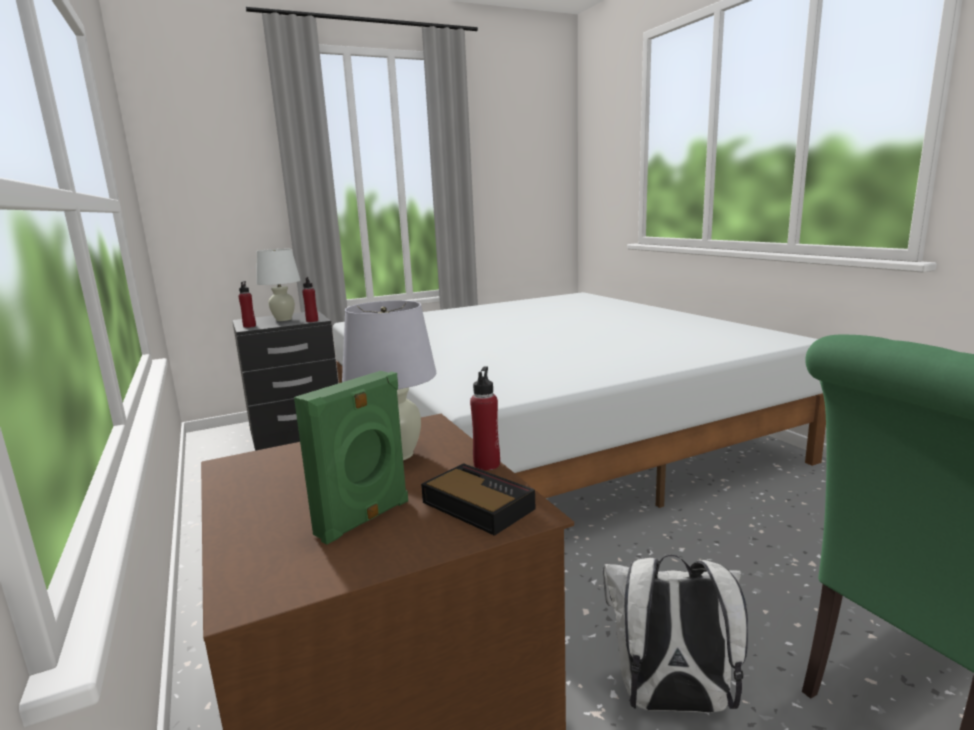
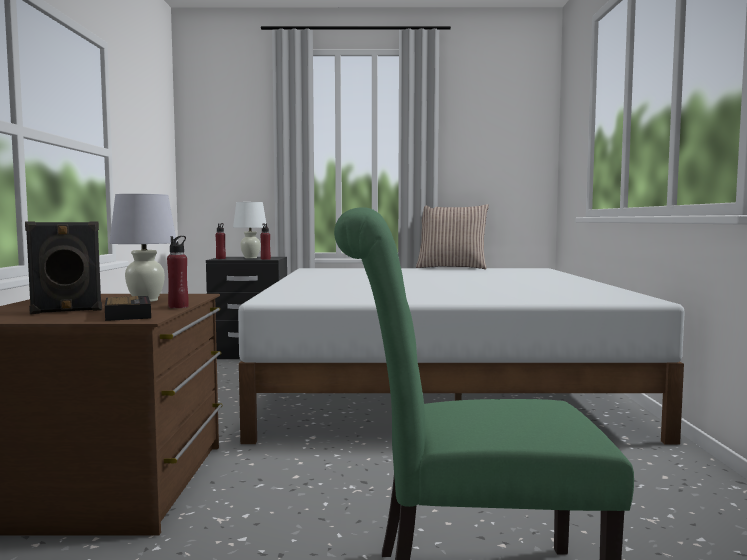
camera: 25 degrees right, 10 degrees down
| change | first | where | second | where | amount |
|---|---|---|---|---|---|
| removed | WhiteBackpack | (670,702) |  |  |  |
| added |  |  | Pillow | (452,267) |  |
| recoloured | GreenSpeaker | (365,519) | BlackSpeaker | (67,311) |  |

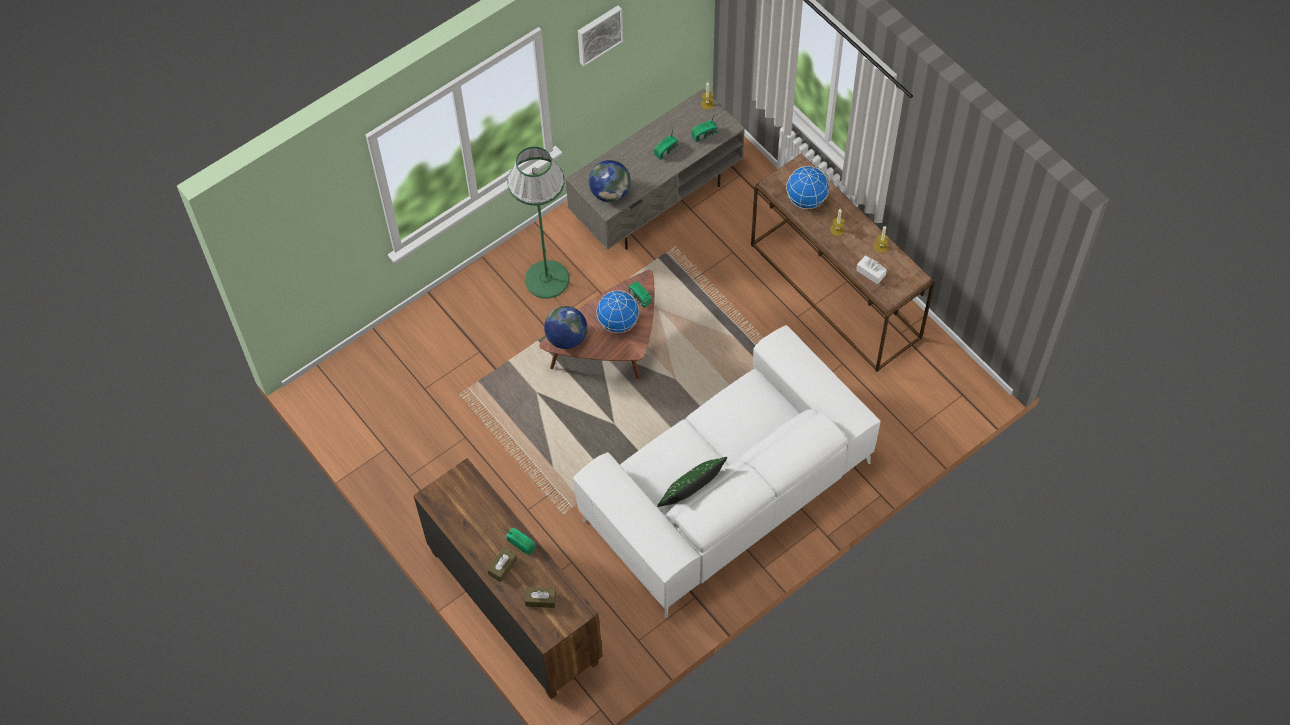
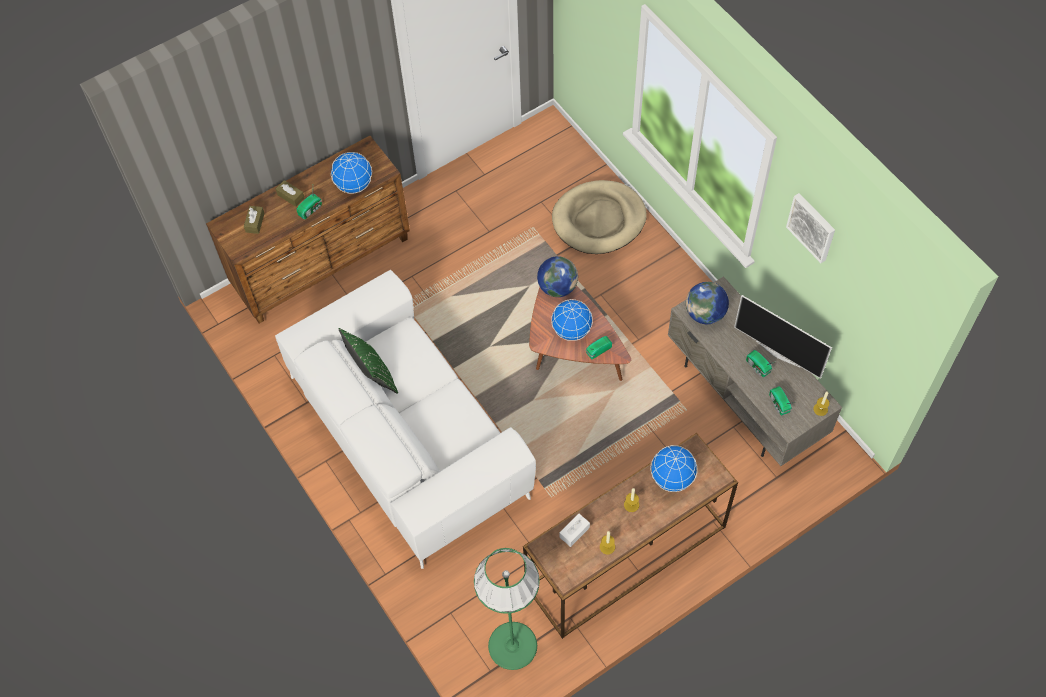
camera: 95 degrees right, 0 degrees up
| change | first | where | second | where | amount |
|---|---|---|---|---|---|
| added |  |  | Globe | (353,184) |  |
| added |  |  | BeigeDogBed | (599,220) |  |
| added |  |  | Television | (778,353) |  |
| moved | GreenFloorLamp | (546,279) |  | (513,645) |  |

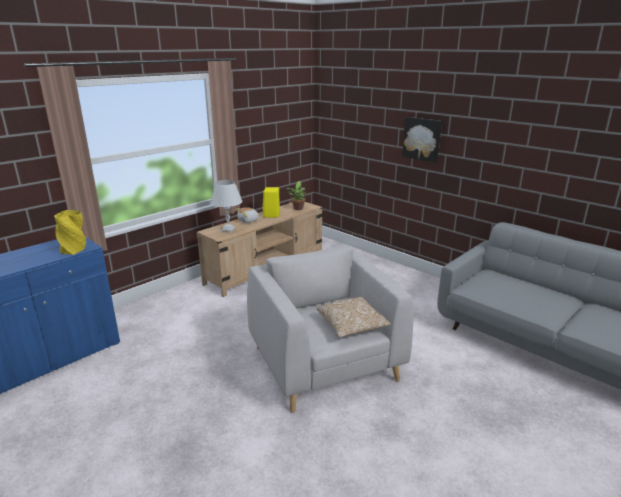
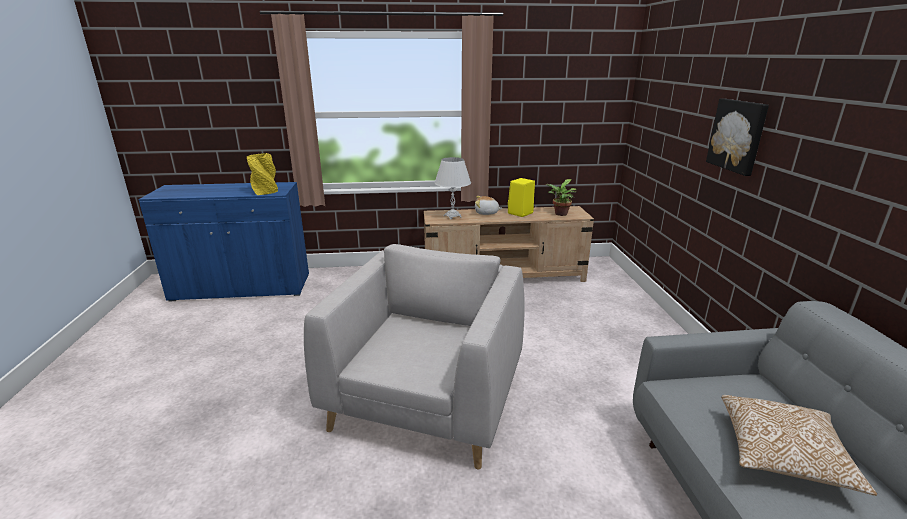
camera: 40 degrees right, 0 degrees up
| change | first | where | second | where | amount |
|---|---|---|---|---|---|
| moved | Pillow | (352,326) |  | (782,455) |  |

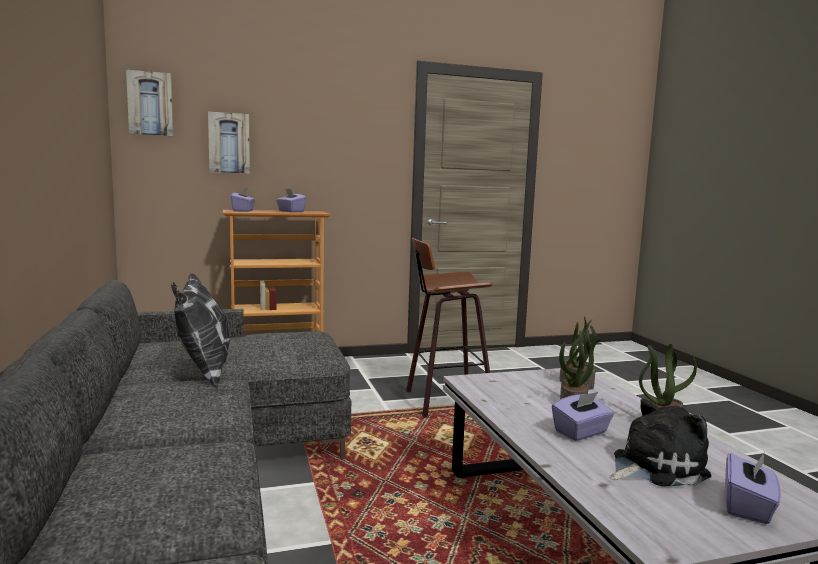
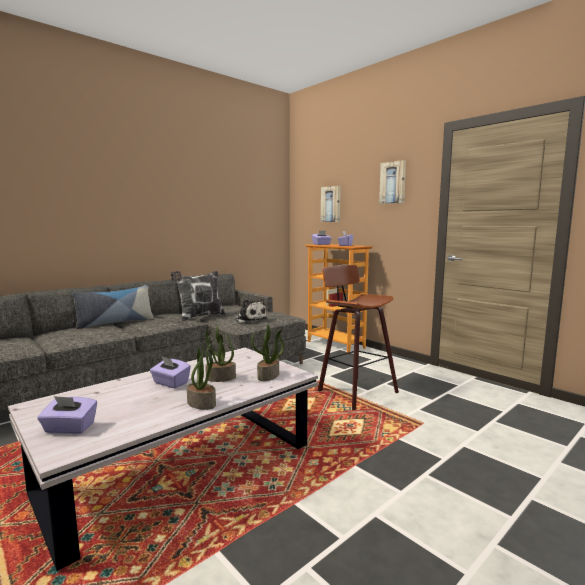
camera: 65 degrees right, 0 degrees up
| change | first | where | second | where | amount |
|---|---|---|---|---|---|
| added |  |  | Pillow | (115,322) |  |
| moved | Picture | (150,104) |  | (393,183) |  |
| moved | PlushToy | (654,467) |  | (250,319) |  |

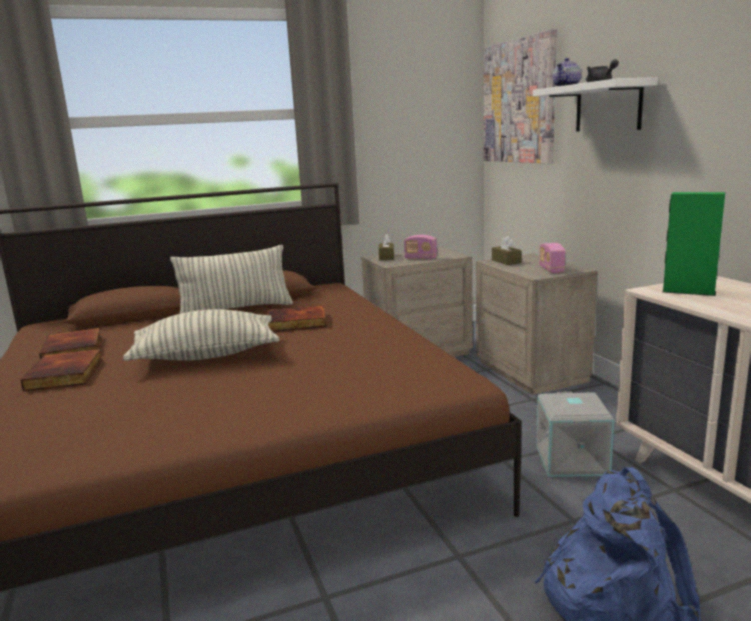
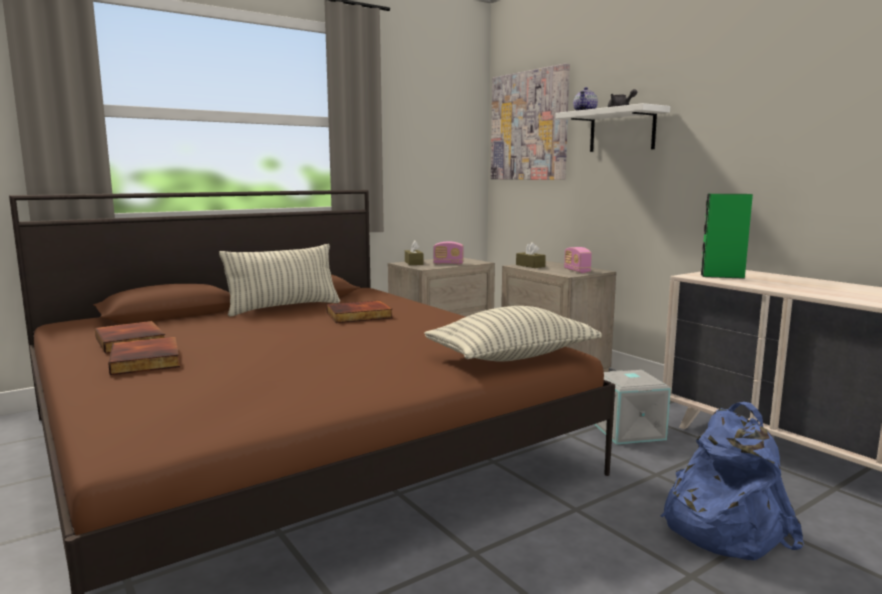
camera: 15 degrees left, 5 degrees down
| change | first | where | second | where | amount |
|---|---|---|---|---|---|
| moved | Pillow | (206,356) |  | (512,357) |  |

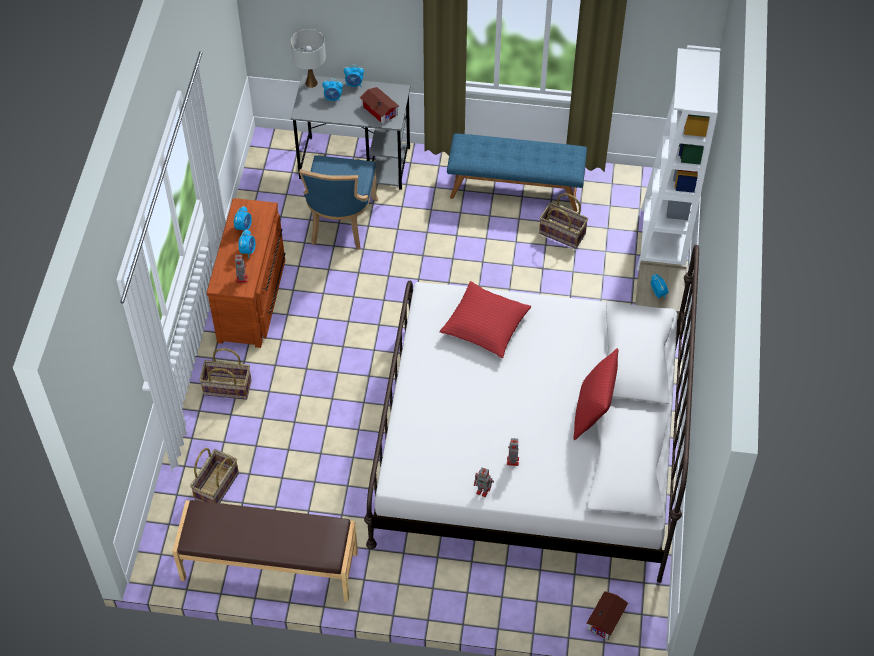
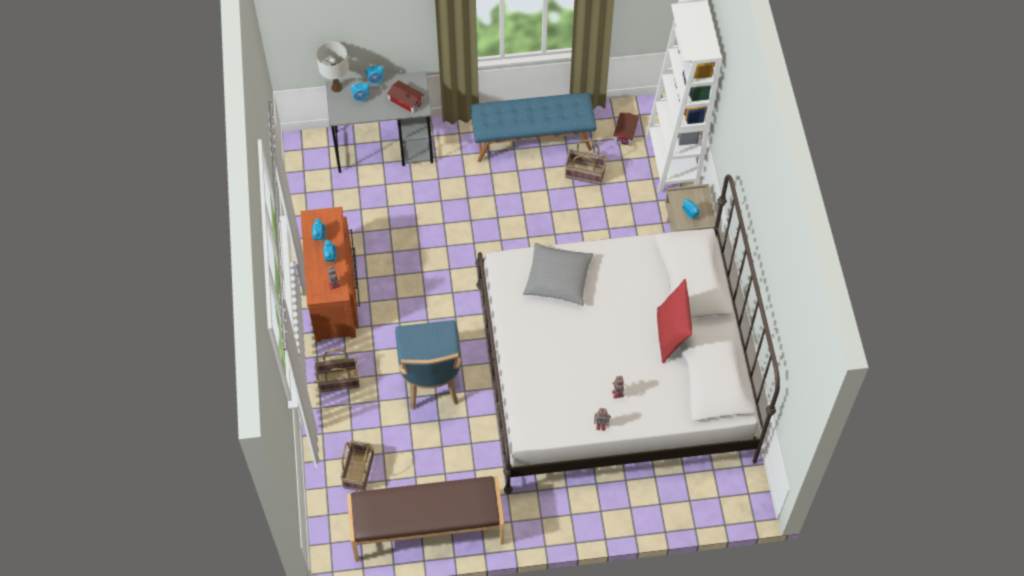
camera: 15 degrees left, 5 degrees up
| change | first | where | second | where | amount |
|---|---|---|---|---|---|
| moved | BlueChair | (340,223) |  | (431,380) |  |
| moved | ToyHouse | (607,618) |  | (626,132) |  |
| recoloured | RedPillow | (485,325) | GreyPillow | (558,278) |  |

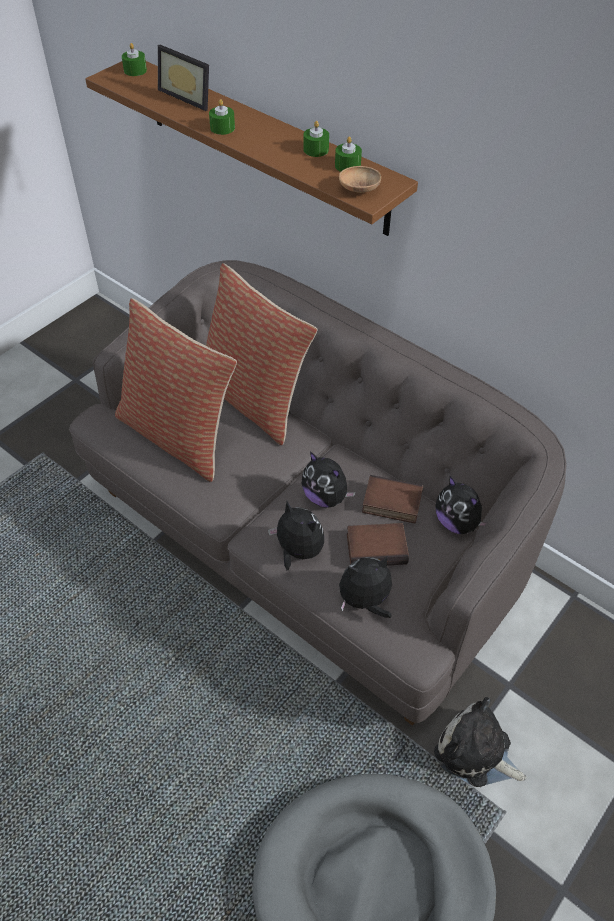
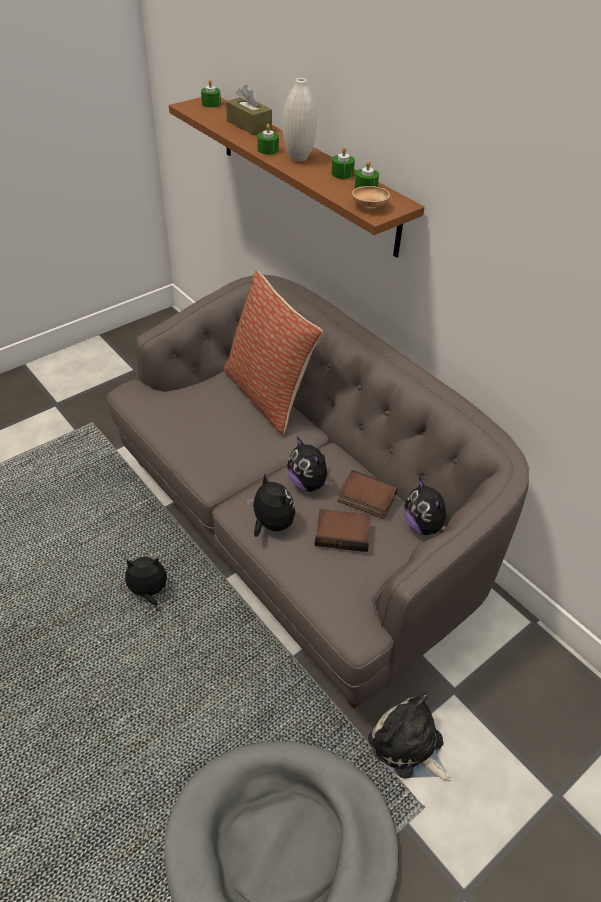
camera: 10 degrees right, 5 degrees down
| change | first | where | second | where | amount |
|---|---|---|---|---|---|
| removed | Pillow | (178,435) |  |  |  |
| added |  |  | WhiteVase | (298,158) |  |
| moved | PlushToy | (365,601) |  | (148,591) |  |
| replaced | PictureFrame | (189,96) | BrownTissueBox | (249,125) |  |

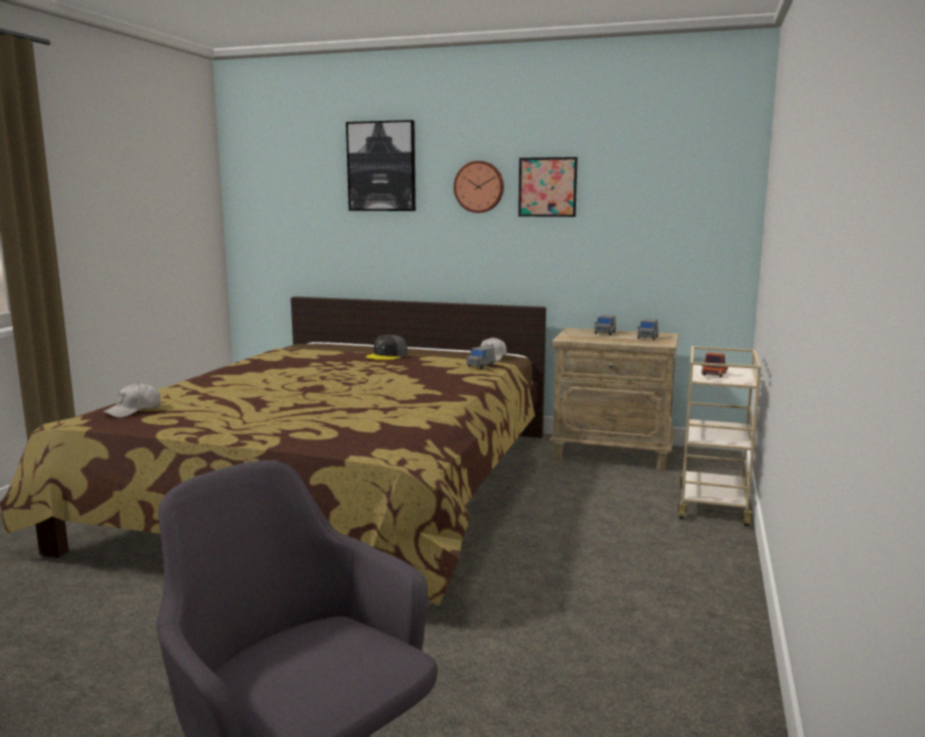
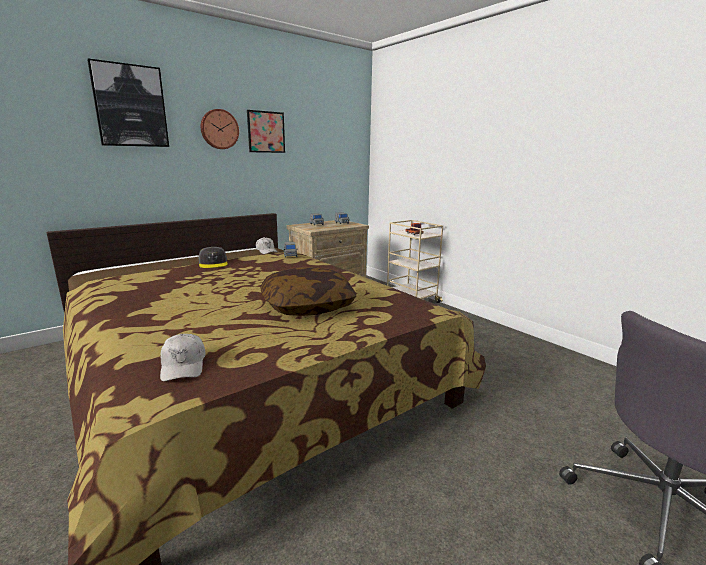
camera: 55 degrees left, 5 degrees up
| change | first | where | second | where | amount |
|---|---|---|---|---|---|
| added |  |  | Pillow | (307,306) |  |

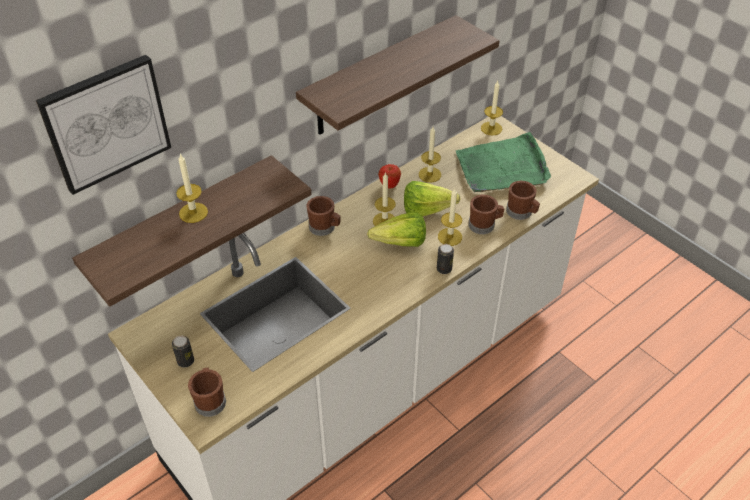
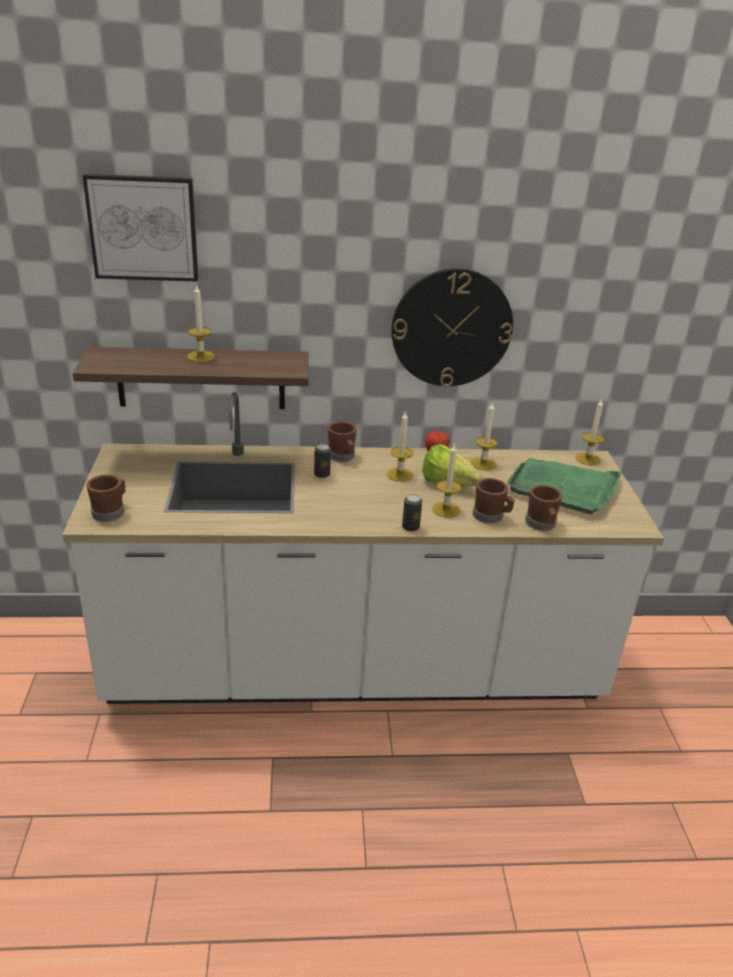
camera: 35 degrees right, 15 degrees down
| change | first | where | second | where | amount |
|---|---|---|---|---|---|
| removed | Lettuce | (395,243) |  |  |  |
| moved | Can | (185,361) |  | (322,474) |  |
| replaced | Shelf | (380,77) | WallClock | (451,328) |  |

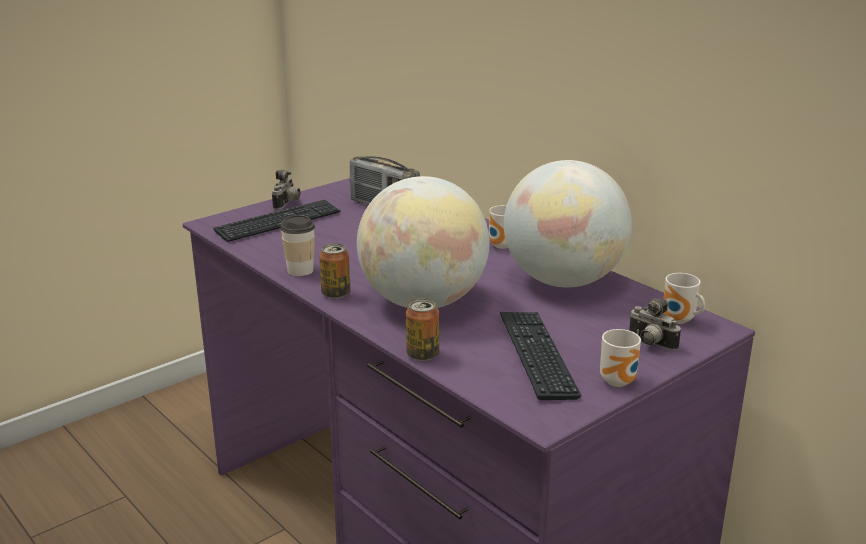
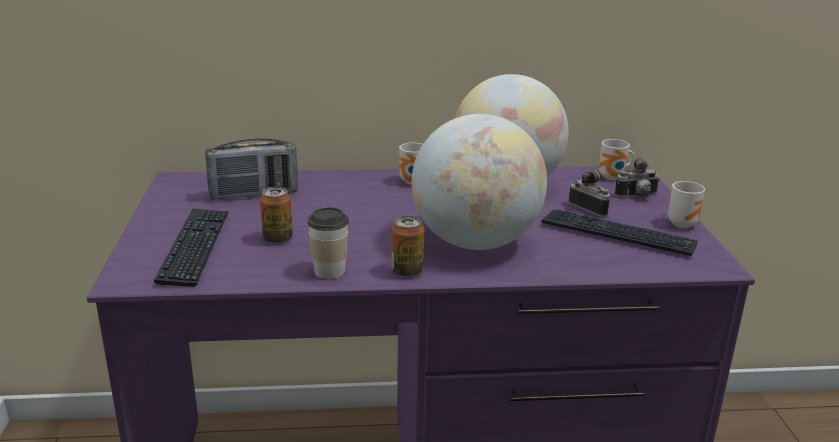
camera: 55 degrees left, 0 degrees up
| change | first | where | second | where | amount |
|---|---|---|---|---|---|
| moved | PhotoCamera | (287,204) |  | (590,208) |  |
| moved | Can | (422,355) |  | (277,239) |  |

